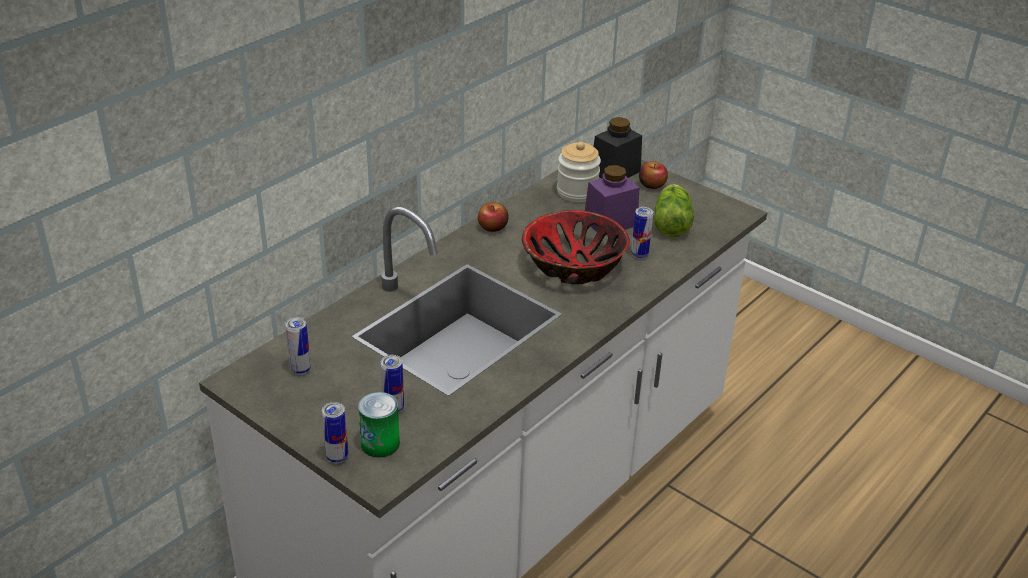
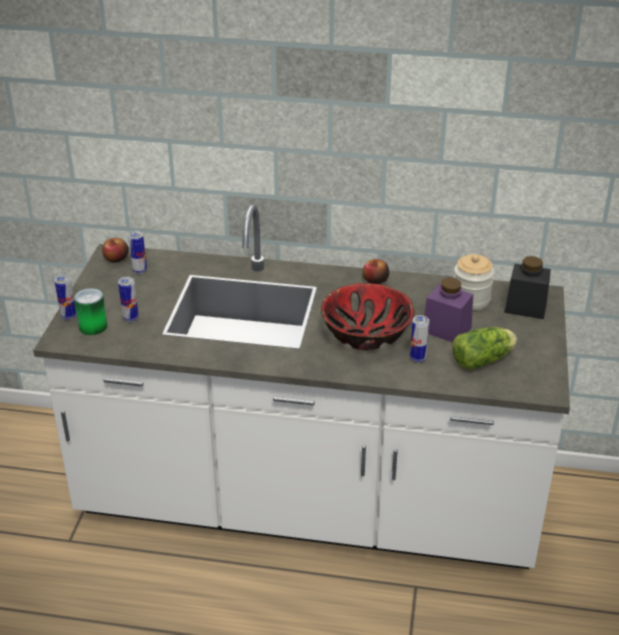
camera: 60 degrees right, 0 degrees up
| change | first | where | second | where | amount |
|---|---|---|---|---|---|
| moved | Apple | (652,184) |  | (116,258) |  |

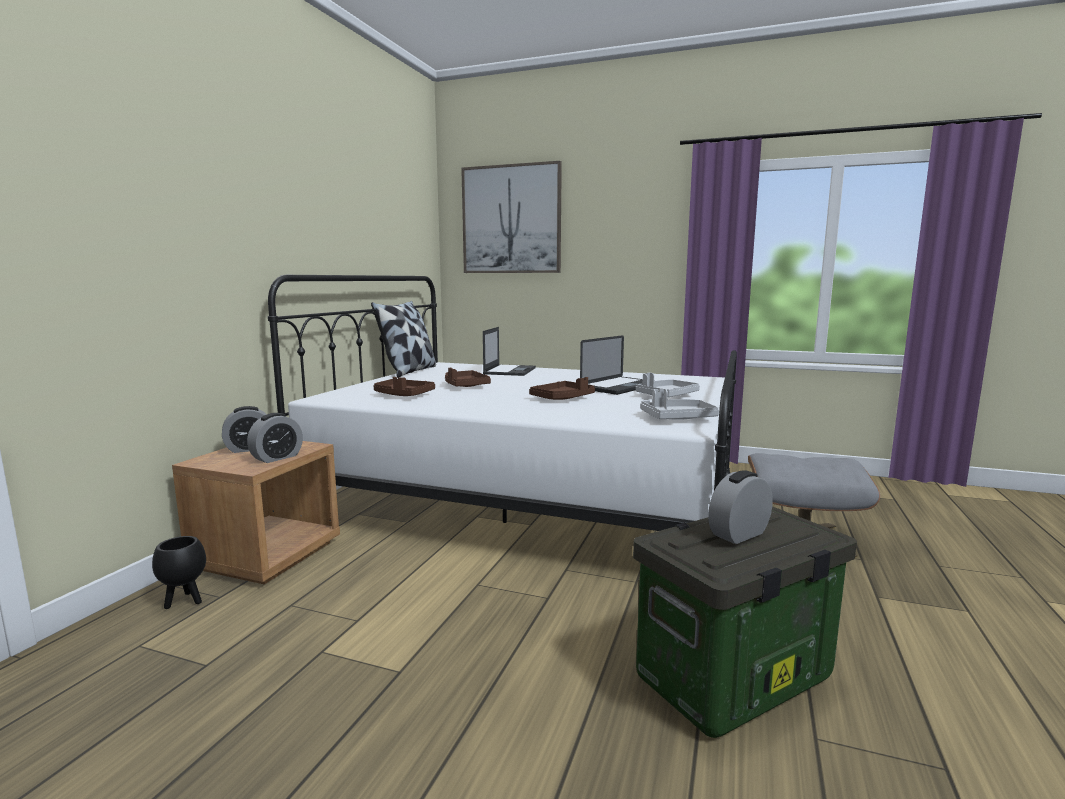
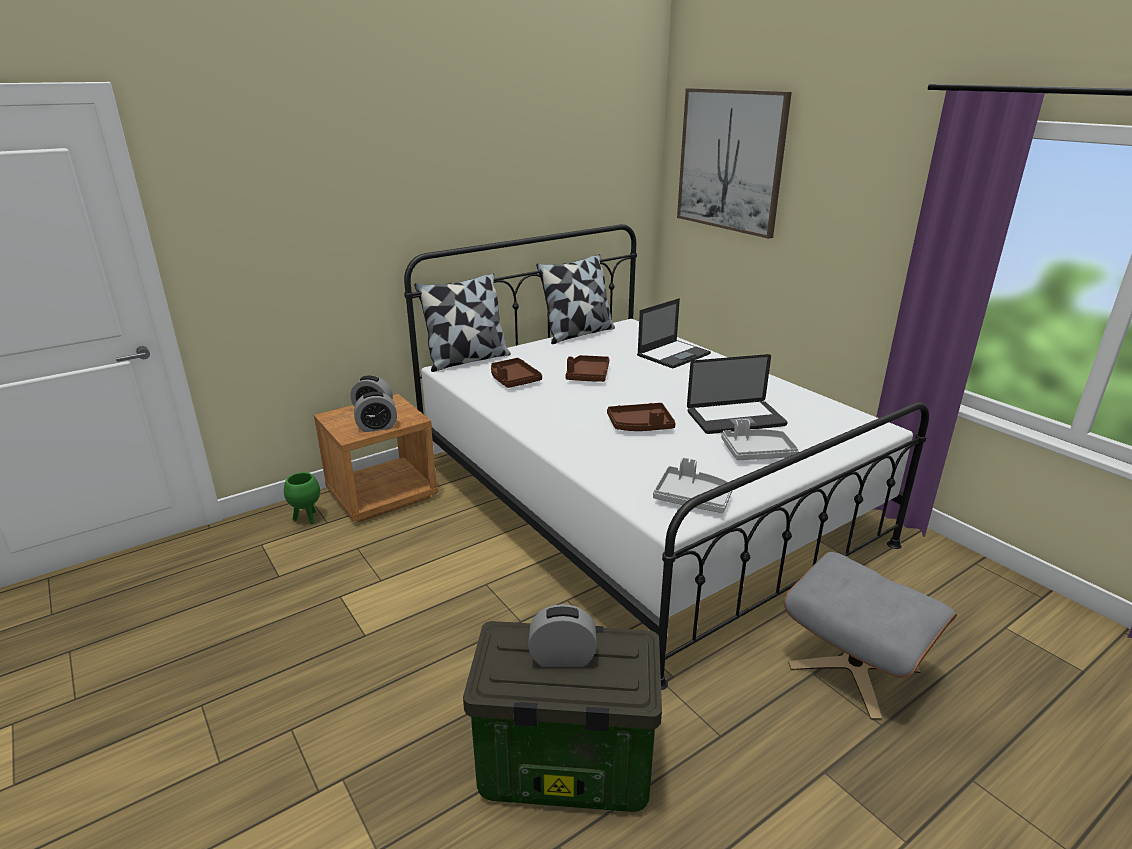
camera: 35 degrees right, 15 degrees up
| change | first | where | second | where | amount |
|---|---|---|---|---|---|
| added |  |  | Pillow | (467,360) |  |
| recoloured | BlackPlanter | (184,601) | GreenPlanter | (307,518) |  |

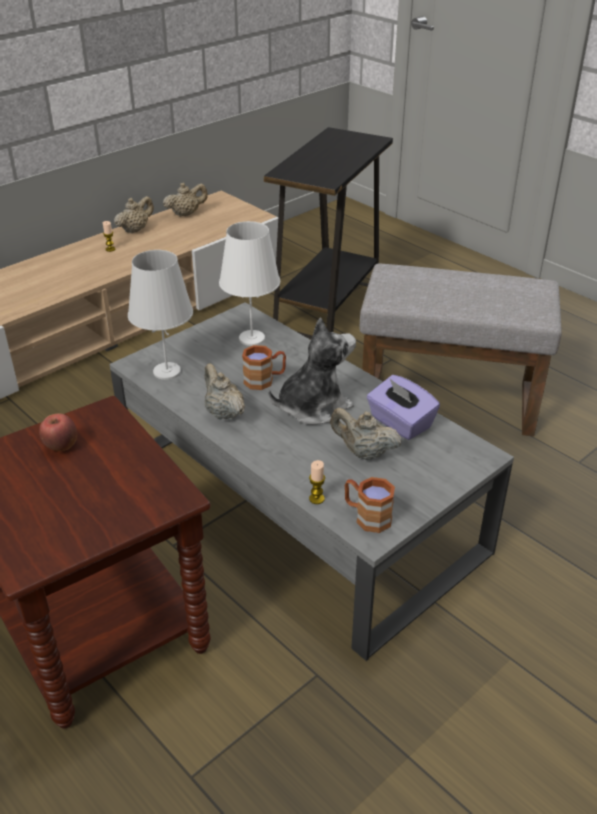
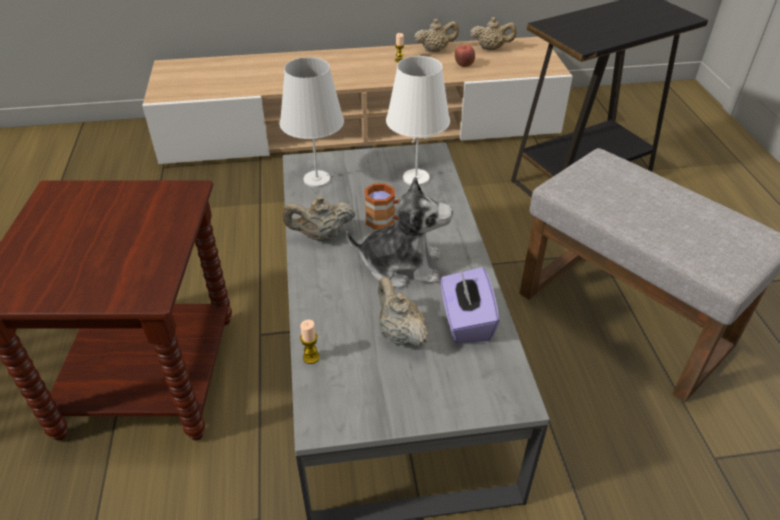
camera: 35 degrees right, 5 degrees up
| change | first | where | second | where | amount |
|---|---|---|---|---|---|
| removed | BrownMug | (367,516) |  |  |  |
| moved | Apple | (61,447) |  | (464,65) |  |
| turned | BeigeTeapot | (223,413) |  | (321,236) | 105 degrees counterclockwise |

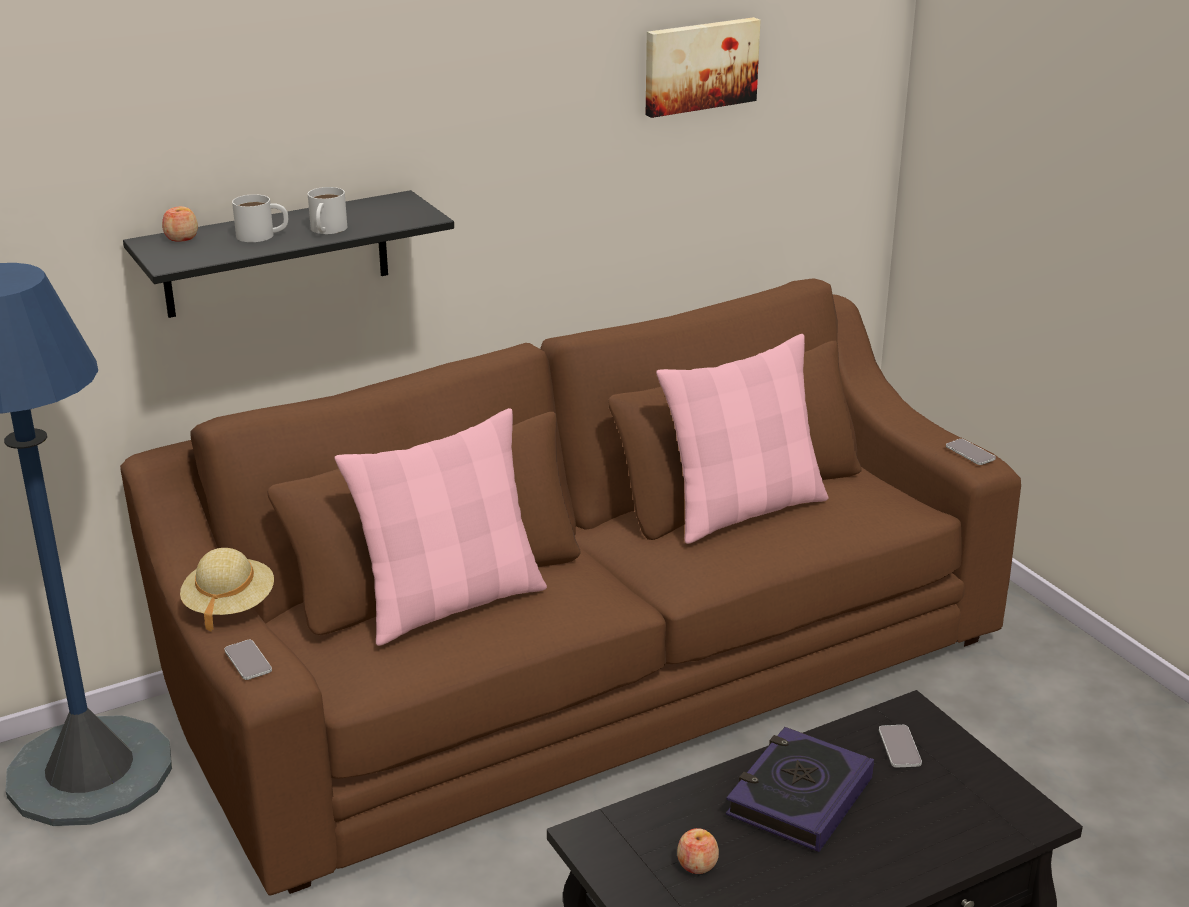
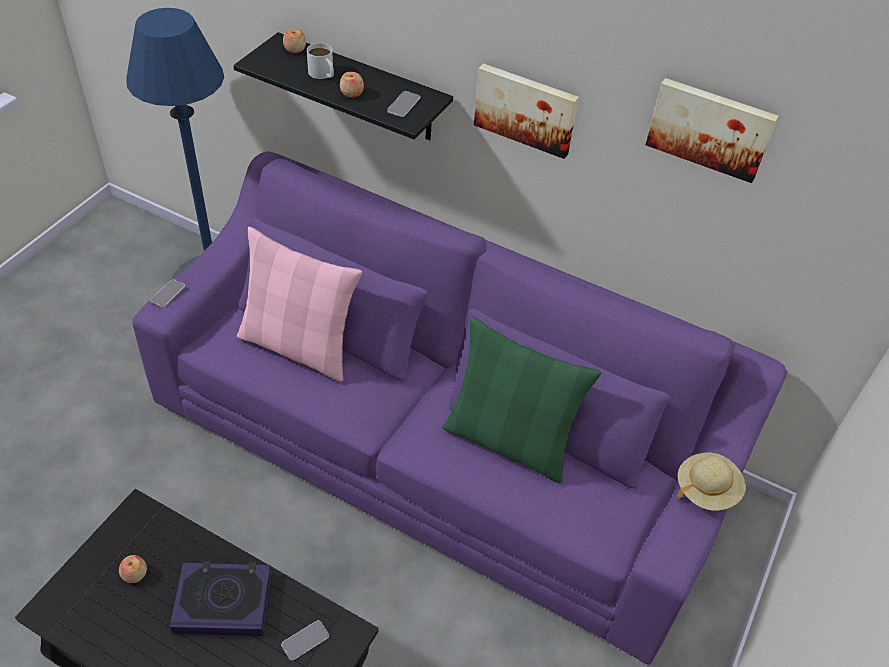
camera: 55 degrees right, 20 degrees up
| change | first | where | second | where | amount |
|---|---|---|---|---|---|
| added |  |  | Picture | (526,109) |  |
| moved | BeigeHat | (229,605) |  | (706,489) |  |
| moved | Phone | (970,453) |  | (403,105) |  |
| replaced | WhiteMug | (326,230) | Apple | (352,93) |  |
| recoloured | BrownSofa | (594,670) | PurpleSofa | (437,445) |  |
| recoloured | PinkPillow | (743,510) | GreenPillow | (509,441) |  |

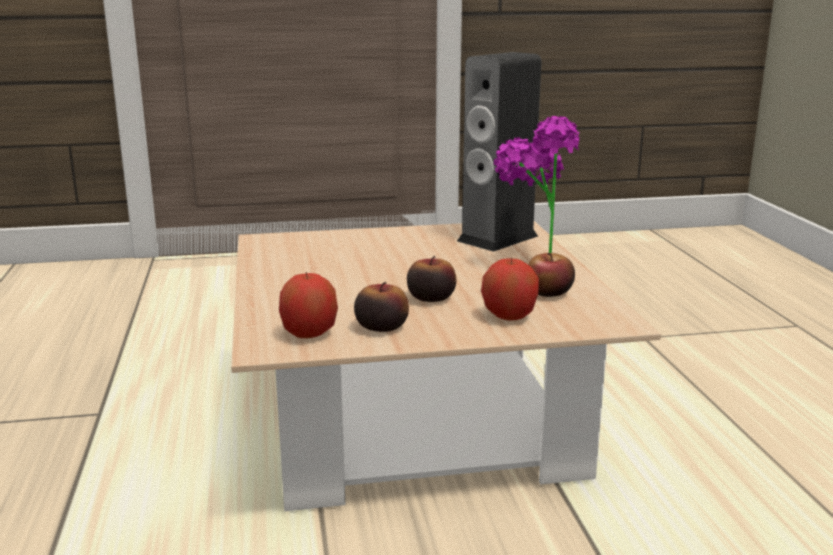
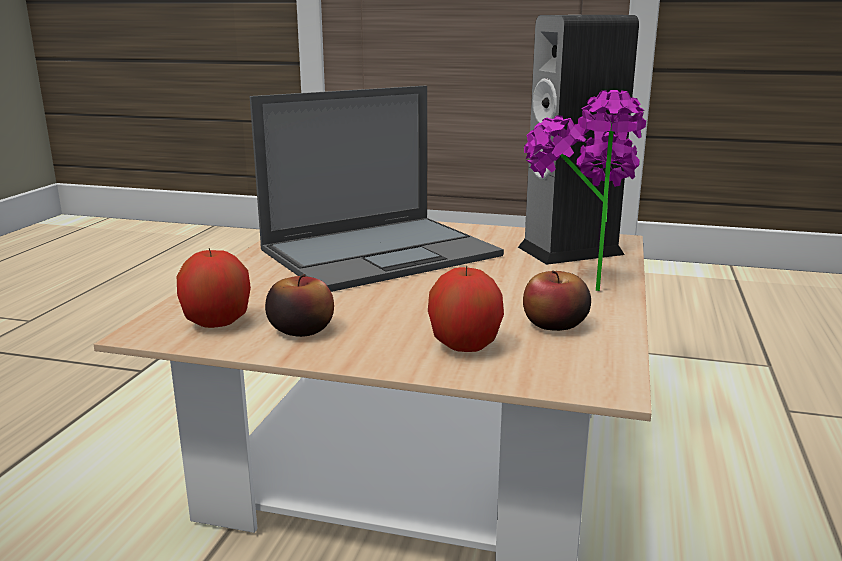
camera: 25 degrees right, 0 degrees up
| change | first | where | second | where | amount |
|---|---|---|---|---|---|
| removed | Apple | (431,298) |  |  |  |
| added |  |  | Laptop | (382,252) |  |

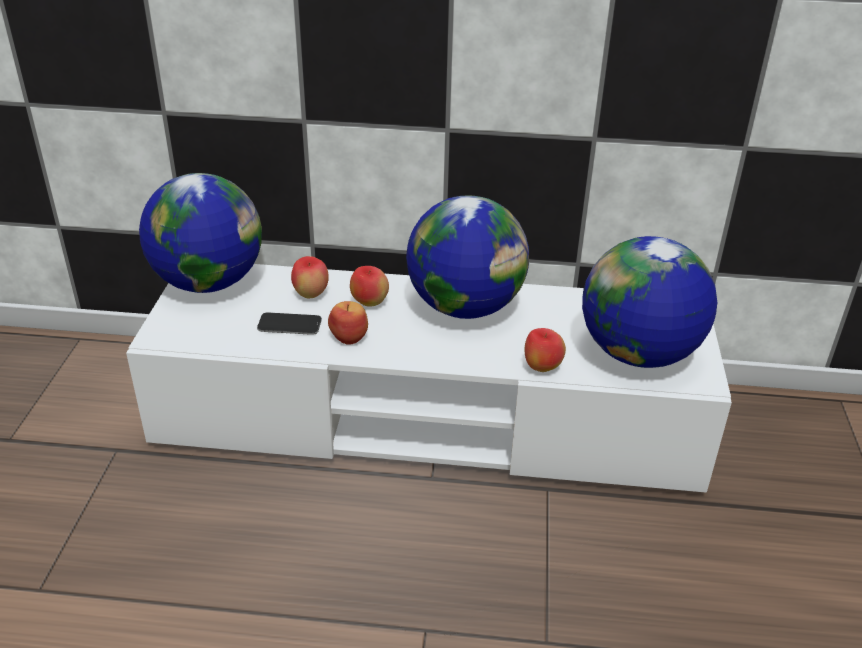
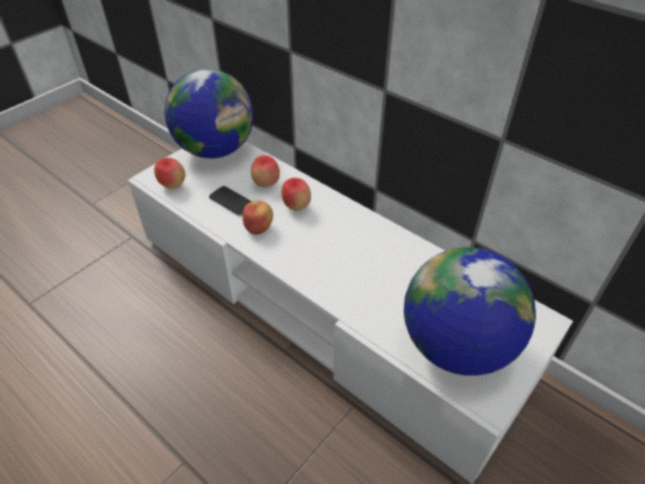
camera: 35 degrees right, 10 degrees up
| change | first | where | second | where | amount |
|---|---|---|---|---|---|
| removed | Globe | (465,307) |  |  |  |
| moved | Apple | (541,367) |  | (173,185) |  |

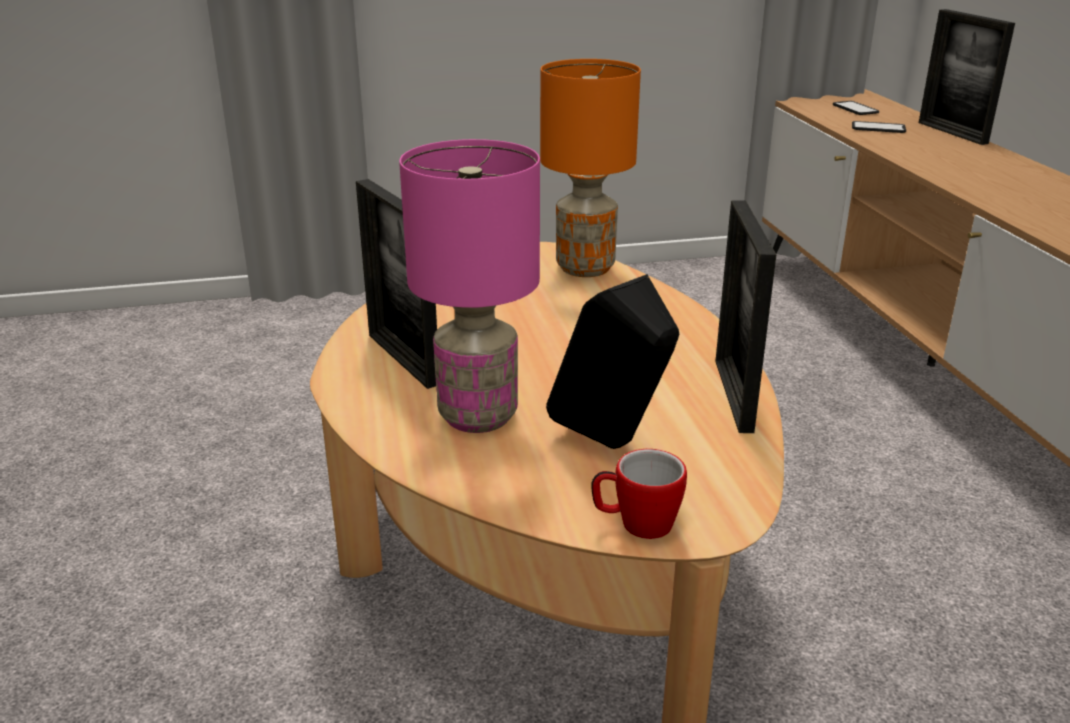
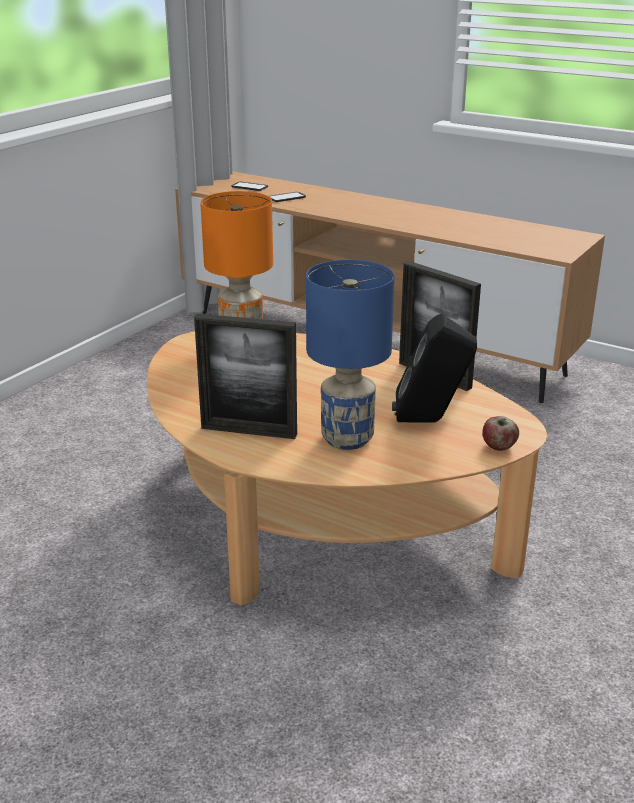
camera: 45 degrees left, 0 degrees up
| change | first | where | second | where | amount |
|---|---|---|---|---|---|
| removed | PictureFrame | (952,133) |  |  |  |
| replaced | Mug | (636,524) | Apple | (498,447) |  |
| recoloured | PinkTableLamp | (478,417) | BlueTableLamp | (348,439) |  |

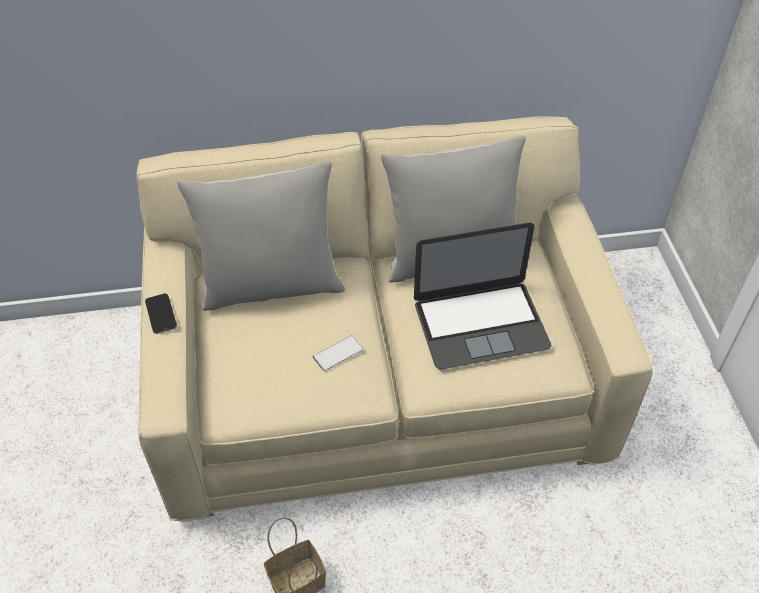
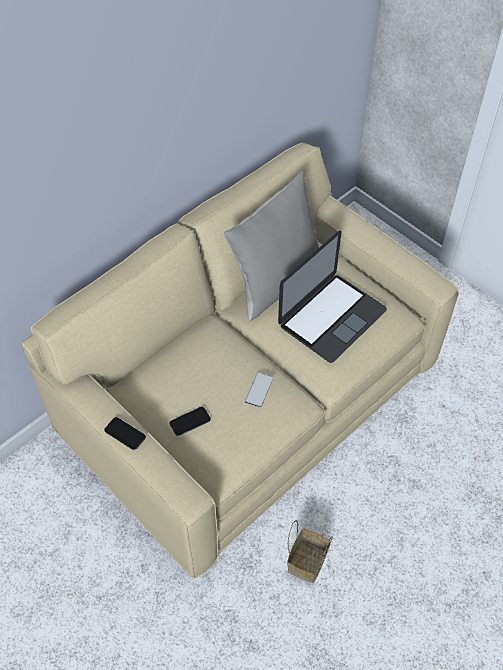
camera: 35 degrees left, 5 degrees up
| change | first | where | second | where | amount |
|---|---|---|---|---|---|
| removed | GreyPillow | (271,286) |  |  |  |
| added |  |  | Phone | (190,422) |  |

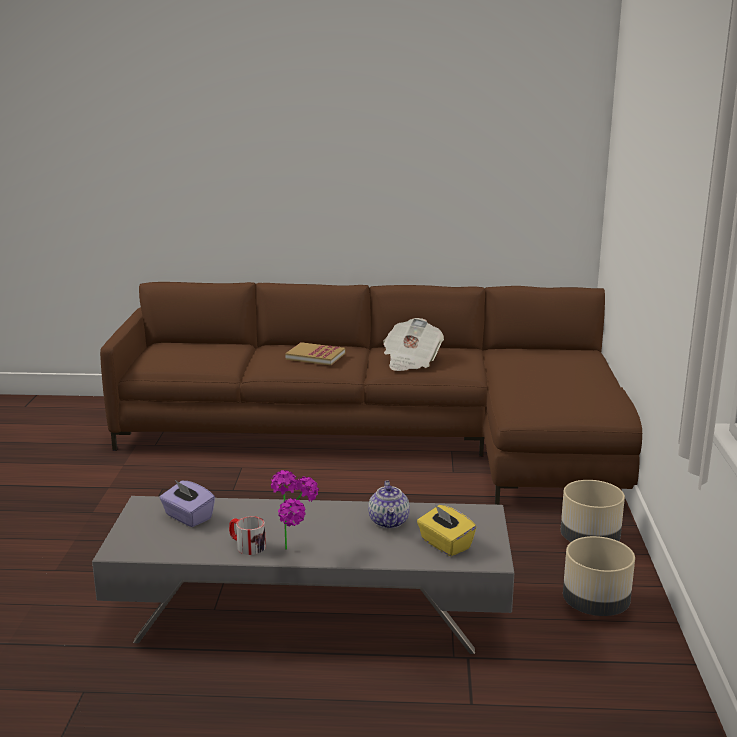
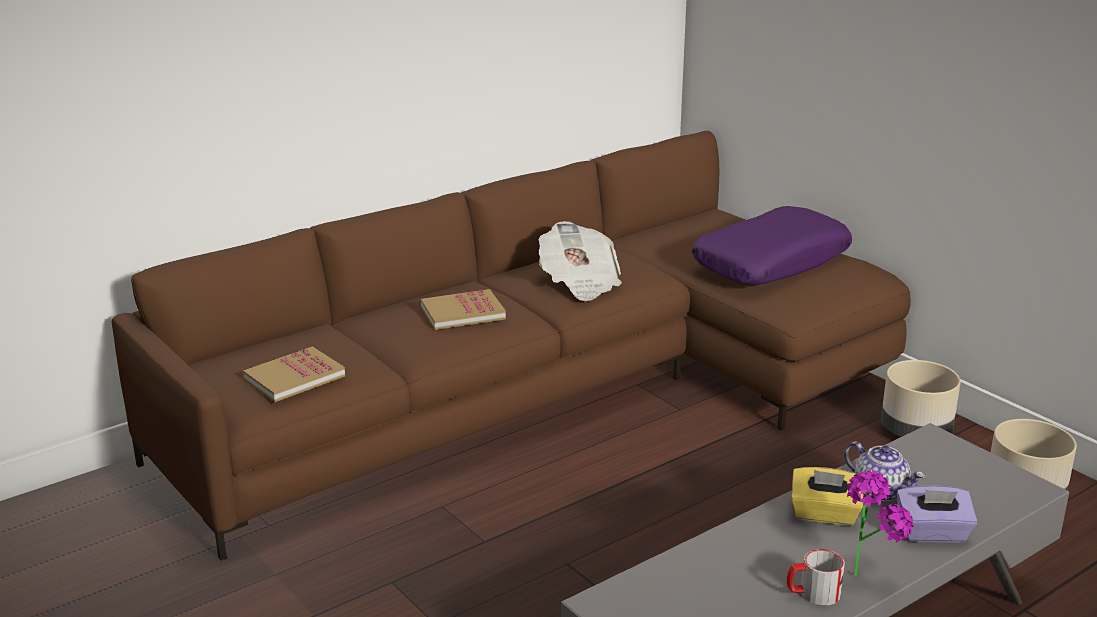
camera: 40 degrees left, 5 degrees up
| change | first | where | second | where | amount |
|---|---|---|---|---|---|
| added |  |  | Book | (294,377) |  |
| added |  |  | PurplePillow | (771,262) |  |
| moved | PurpleTissueBox | (188,517) |  | (932,533) |  |
| moved | YellowTissueBox | (445,544) |  | (824,514) |  |

